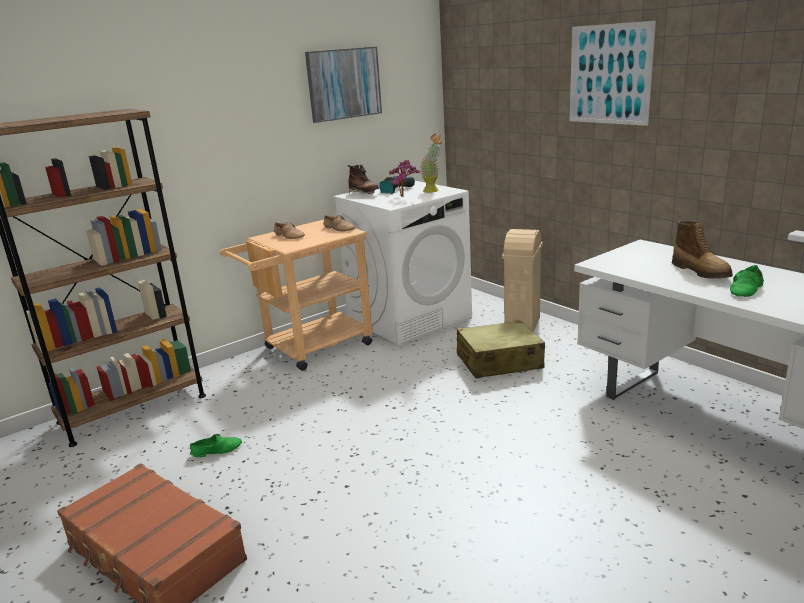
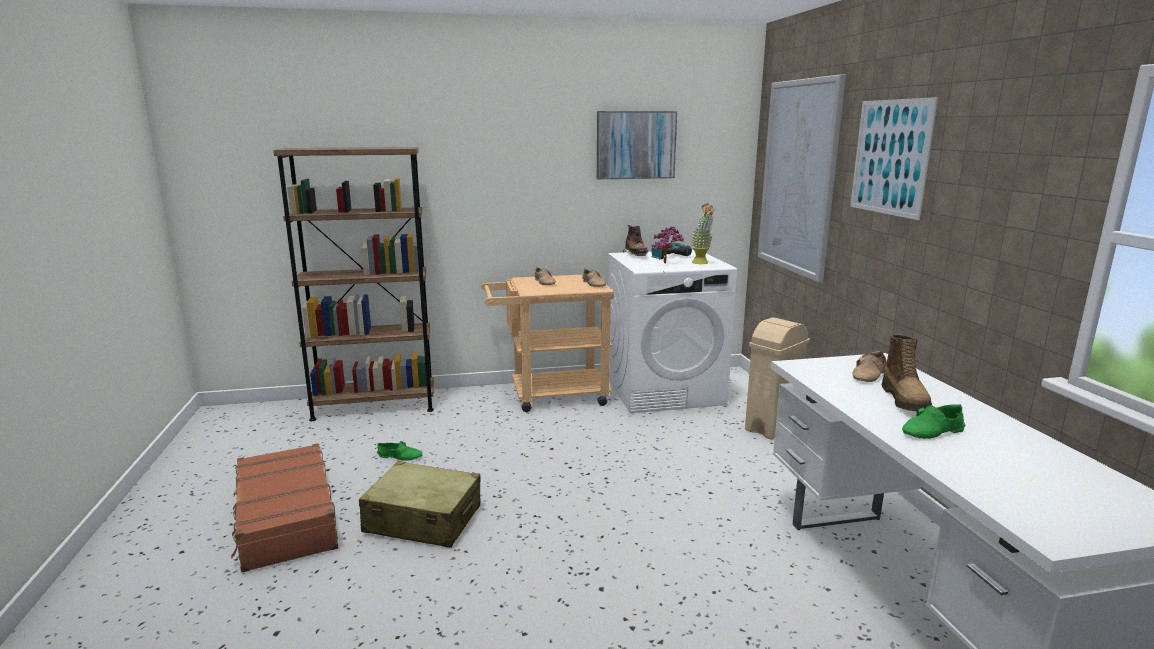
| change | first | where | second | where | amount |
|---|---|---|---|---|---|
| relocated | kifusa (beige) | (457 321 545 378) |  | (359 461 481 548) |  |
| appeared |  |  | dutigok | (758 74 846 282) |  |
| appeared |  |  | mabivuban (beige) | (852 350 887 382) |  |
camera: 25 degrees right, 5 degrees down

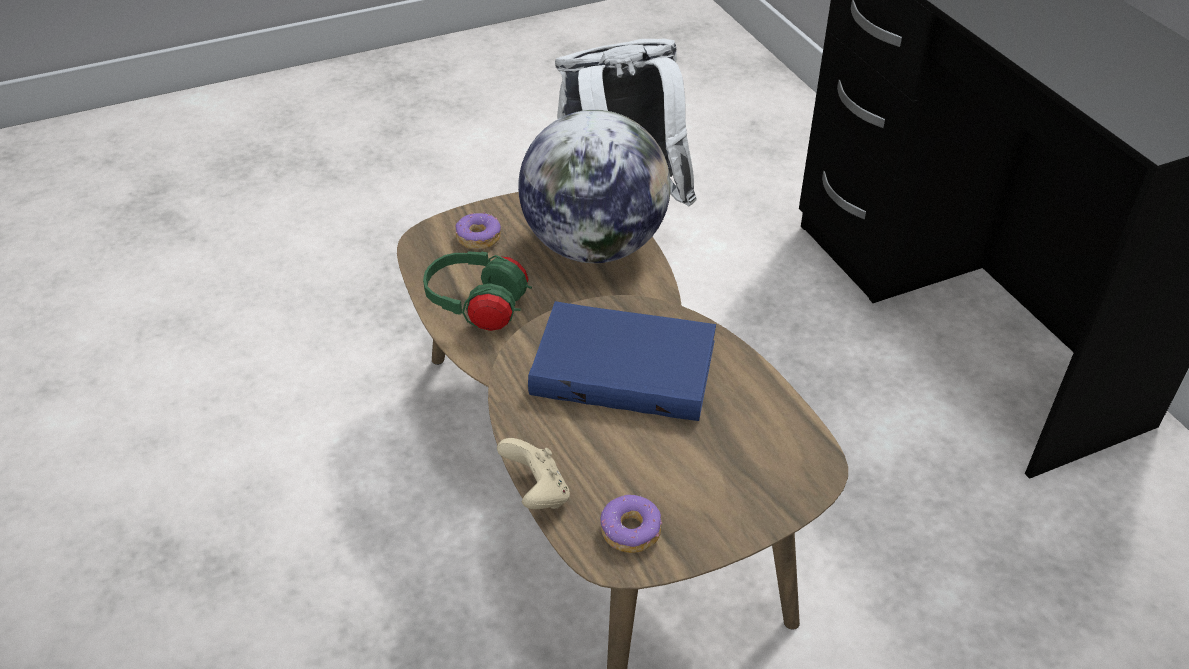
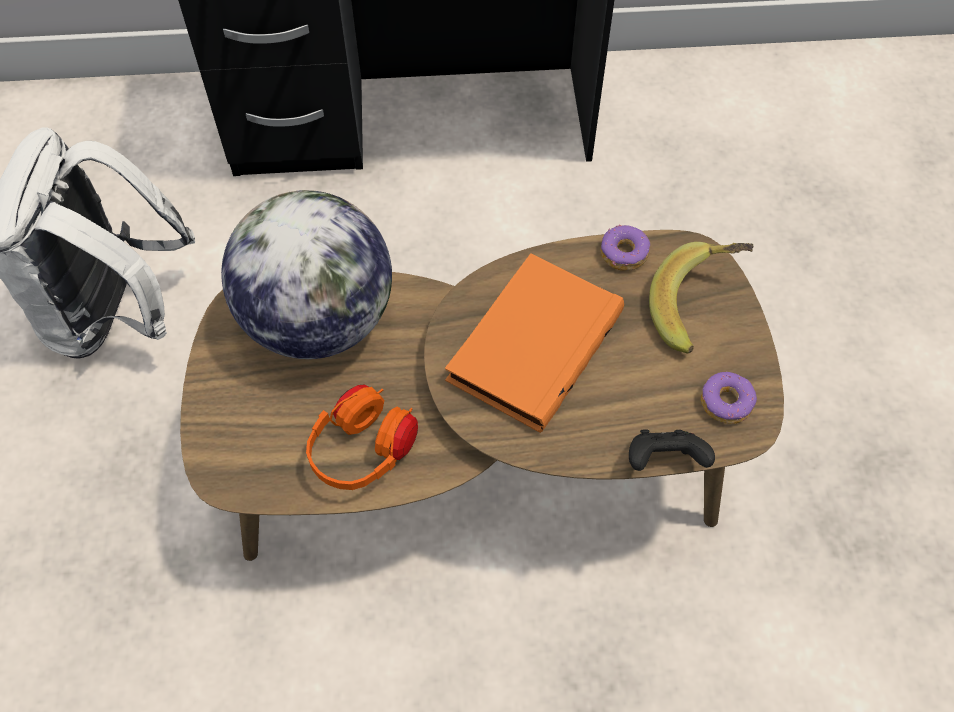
| change | first | where | second | where | amount |
|---|---|---|---|---|---|
| relocated | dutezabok | (455 212 501 250) |  | (600 225 650 271) |  |
| colour | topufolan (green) | (423 251 532 331) | topufolan (orange) | (306 384 418 490) |  |
| colour | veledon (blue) | (528 301 716 421) | veledon (orange) | (445 253 624 433) |  |
| colour | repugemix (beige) | (497 438 570 509) | repugemix (black) | (629 429 715 471) |  |
| appeared |  |  | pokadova | (649 242 753 354) |  |
camera: 70 degrees left, 15 degrees up

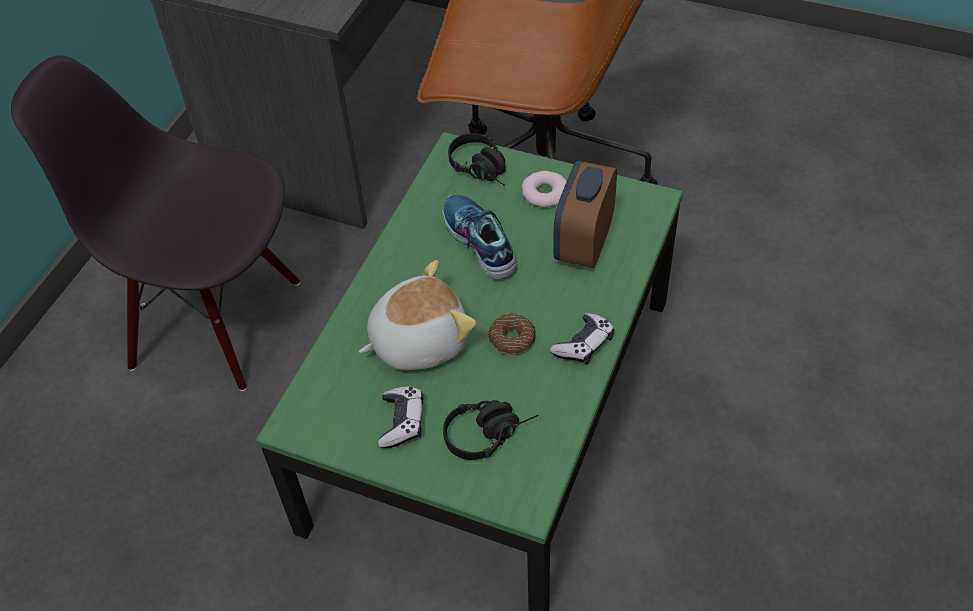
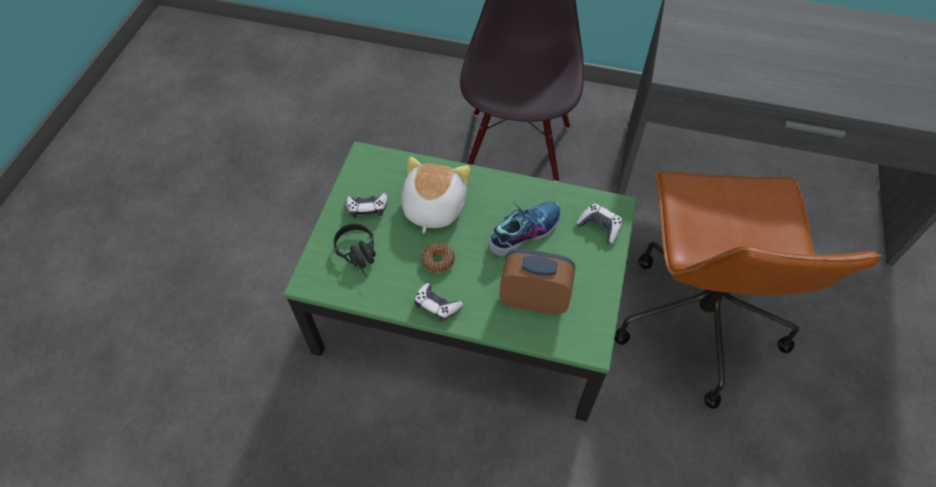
| change | first | where | second | where | amount |
|---|---|---|---|---|---|
| exchanged | topufolan (black) | (448 133 506 186) | repugemix | (576 204 622 244) |  |
| missing | dutezabok | (522 171 567 208) |  |  |  |
| spun | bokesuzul | (359 260 476 370) |  | (401 157 470 234) | 135 degrees counterclockwise |
camera: 80 degrees right, 5 degrees up

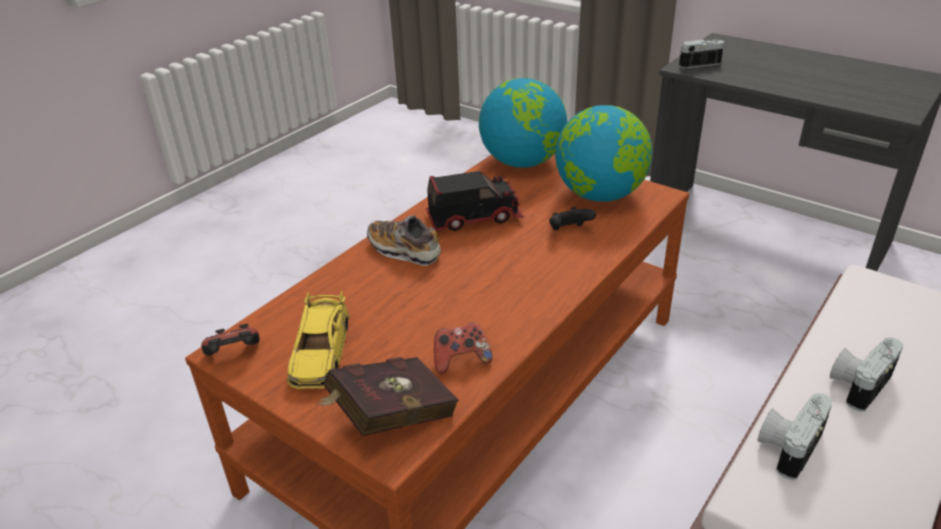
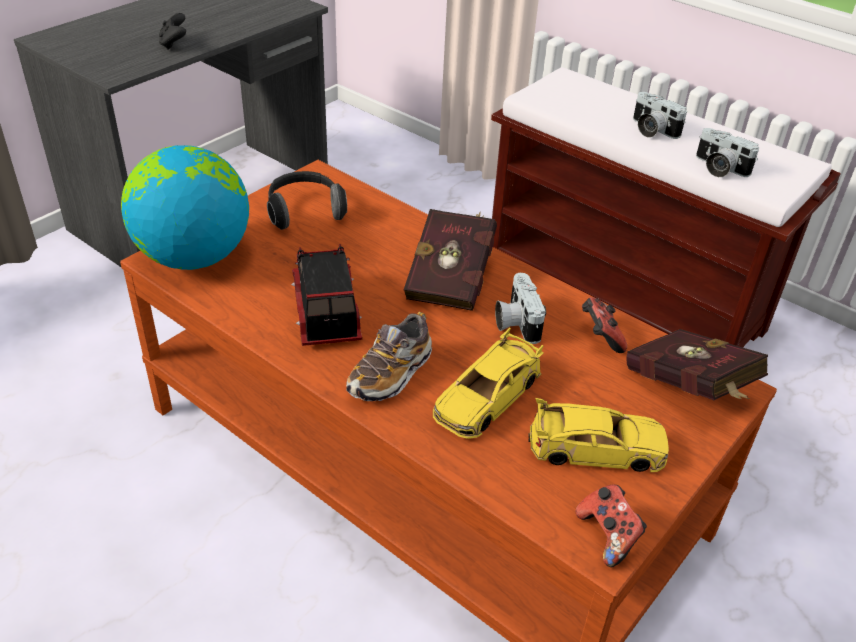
| change | first | where | second | where | amount |
|---|---|---|---|---|---|
| relocated | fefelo | (679 39 724 69) |  | (495 273 546 344) |  |
| exchanged | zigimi | (555 105 652 202) | topufolan | (267 171 347 230) |  |
| relocated | repugemix (black) | (549 207 596 230) |  | (159 13 186 50) |  |
| appeared |  |  | veledon (red) | (404 209 497 311) |  |
| appeared |  |  | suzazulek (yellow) | (433 328 543 439) |  |
camera: 90 degrees left, 5 degrees up

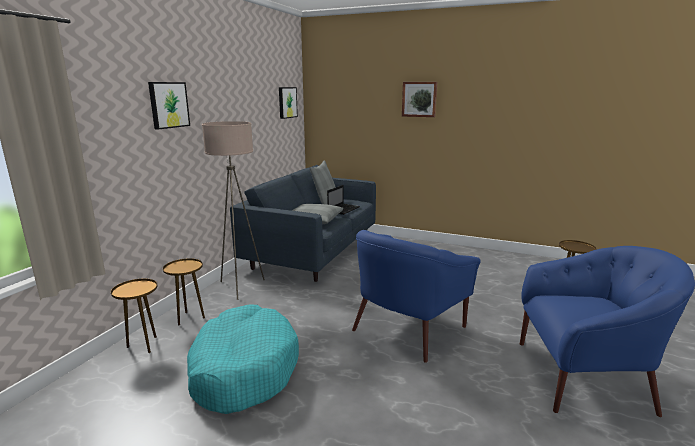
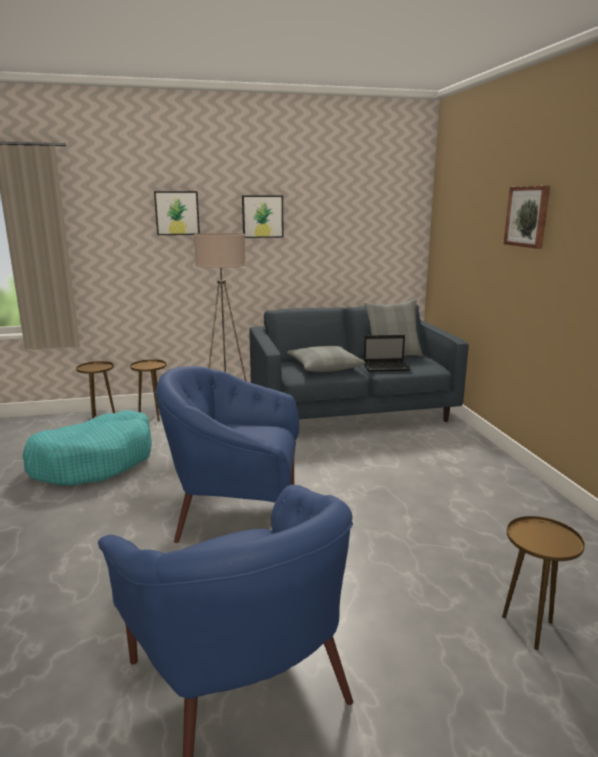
| change | first | where | second | where | amount |
|---|---|---|---|---|---|
| relocated | dutigok | (279 87 298 119) |  | (242 195 284 238) |  |
camera: 55 degrees right, 0 degrees up

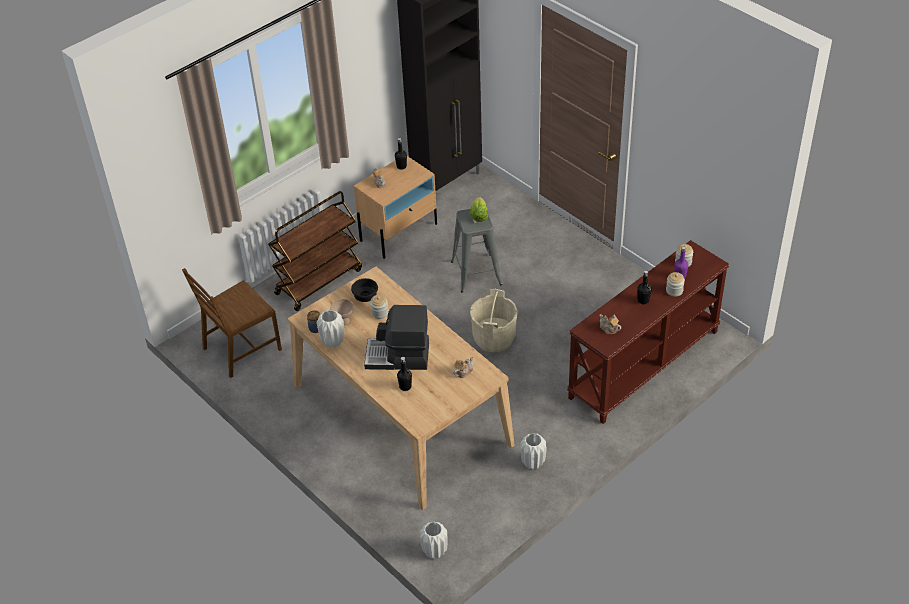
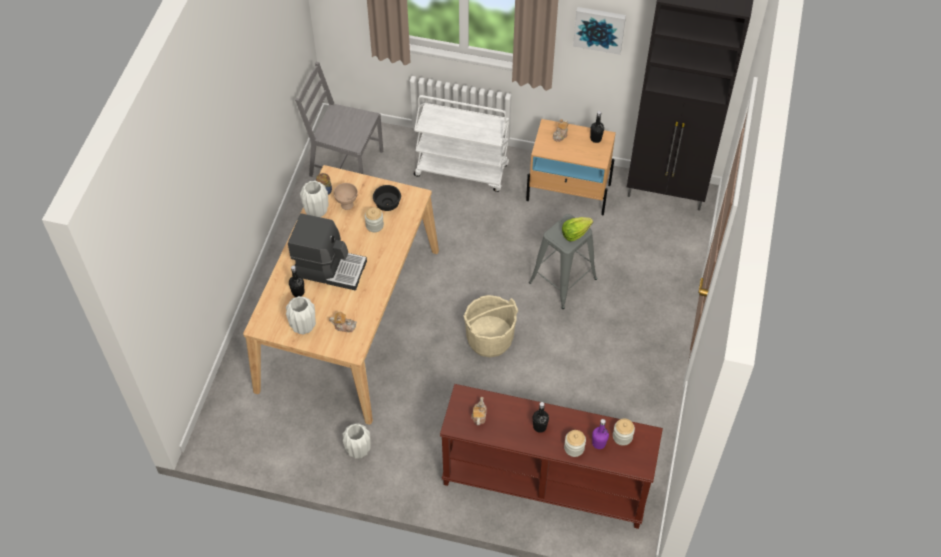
| change | first | where | second | where | amount |
|---|---|---|---|---|---|
| colour | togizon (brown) | (268 191 362 311) | togizon (white) | (414 95 509 192) |  |
| colour | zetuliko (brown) | (182 268 282 378) | zetuliko (grey) | (295 62 383 177) |  |
| spun | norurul | (364 305 429 370) |  | (288 213 367 291) | 135 degrees clockwise |
| relocated | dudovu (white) | (420 521 448 559) |  | (286 296 316 334) |  |
| appeared |  |  | dutigok | (573 7 626 55) |  |
camera: 55 degrees right, 10 degrees up

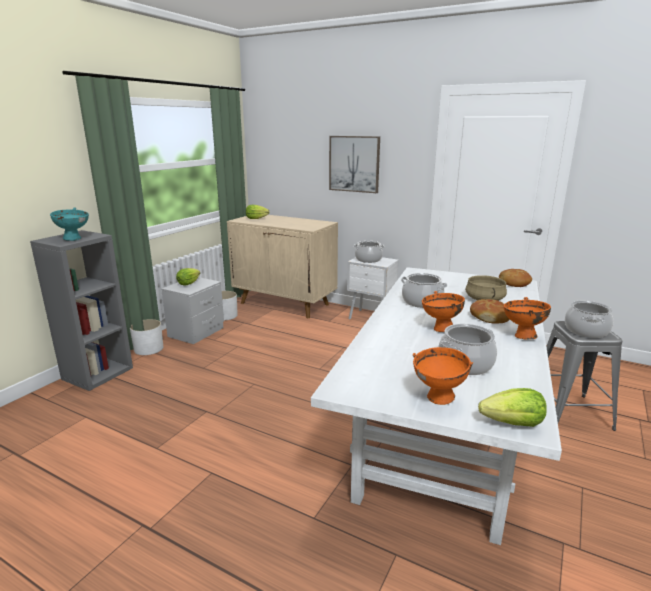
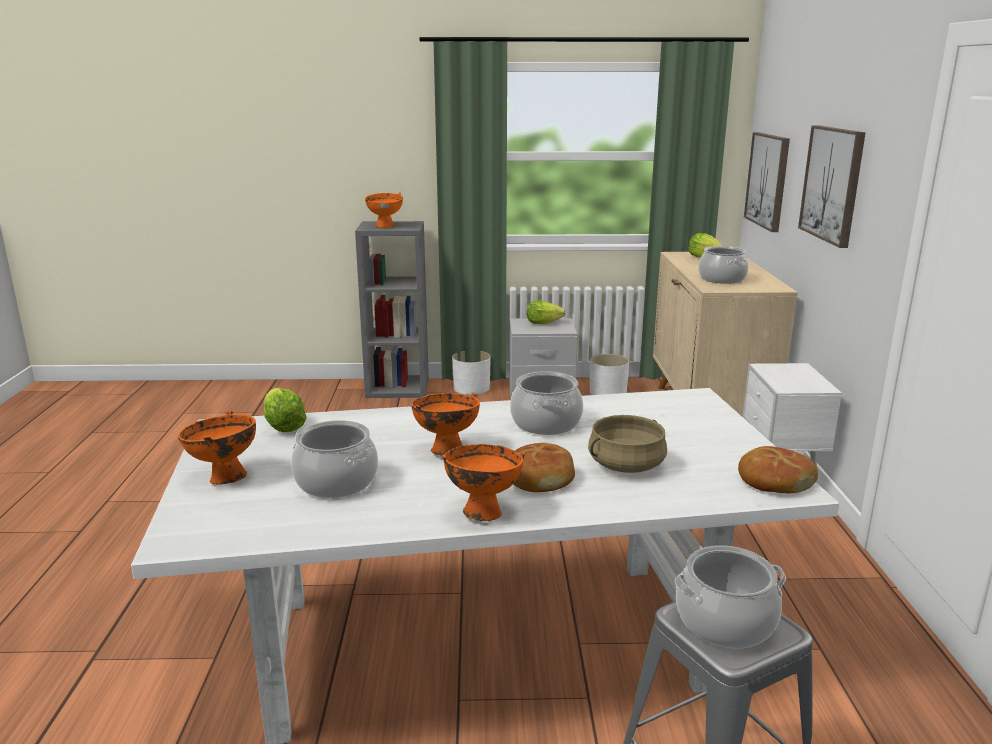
| change | first | where | second | where | amount |
|---|---|---|---|---|---|
| colour | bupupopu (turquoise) | (50 207 89 241) | bupupopu (orange) | (365 192 403 228) |  |
| relocated | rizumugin | (354 241 385 263) |  | (698 246 749 284) |  |
| relocated | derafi | (478 388 547 427) |  | (264 388 307 432) |  |
| appeared |  |  | dutigok | (744 132 790 232) |  |
camera: 60 degrees right, 0 degrees up

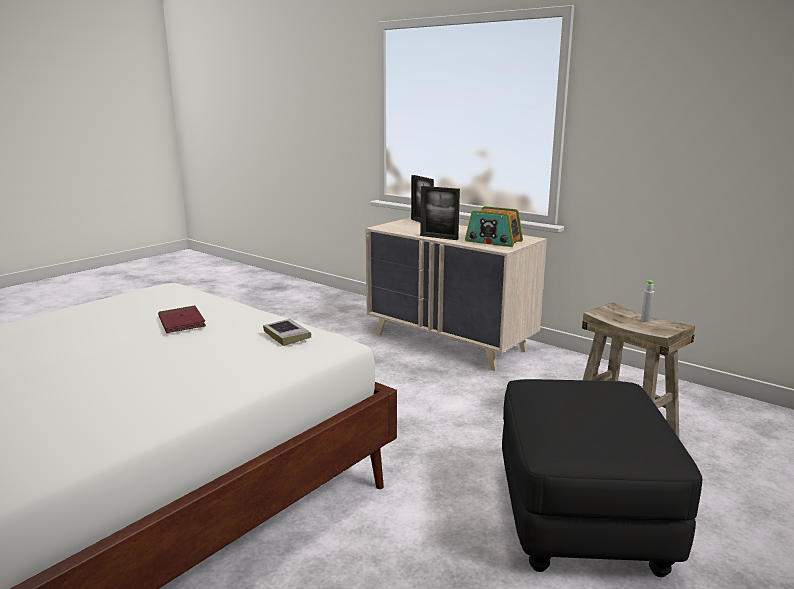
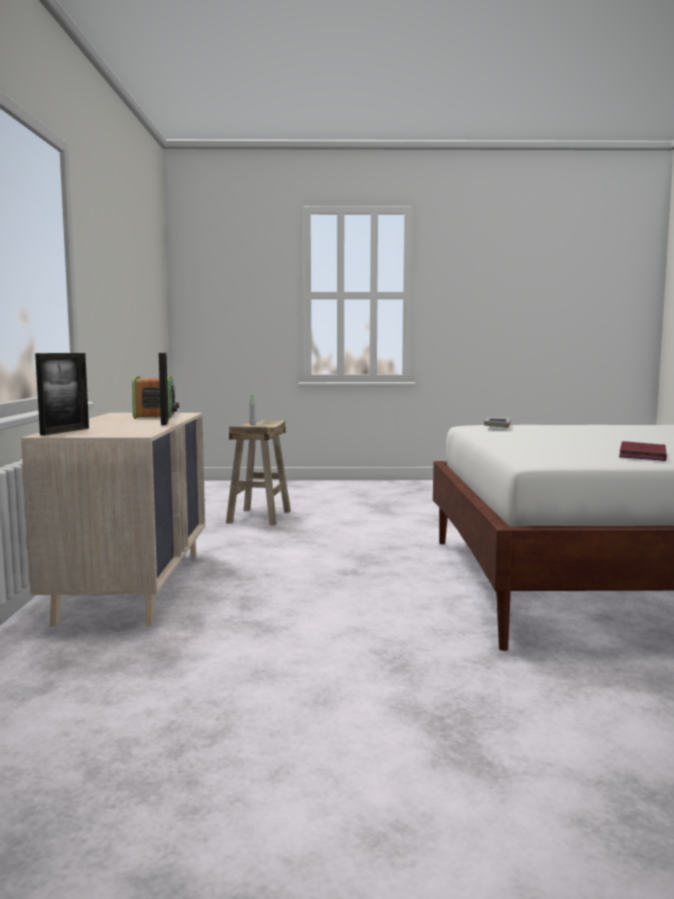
| change | first | where | second | where | amount |
|---|---|---|---|---|---|
| relocated | veledon (red) | (158 306 206 333) |  | (619 441 667 461) |  |
| missing | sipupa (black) | (502 379 702 577) |  |  |  |
camera: 130 degrees left, 10 degrees down

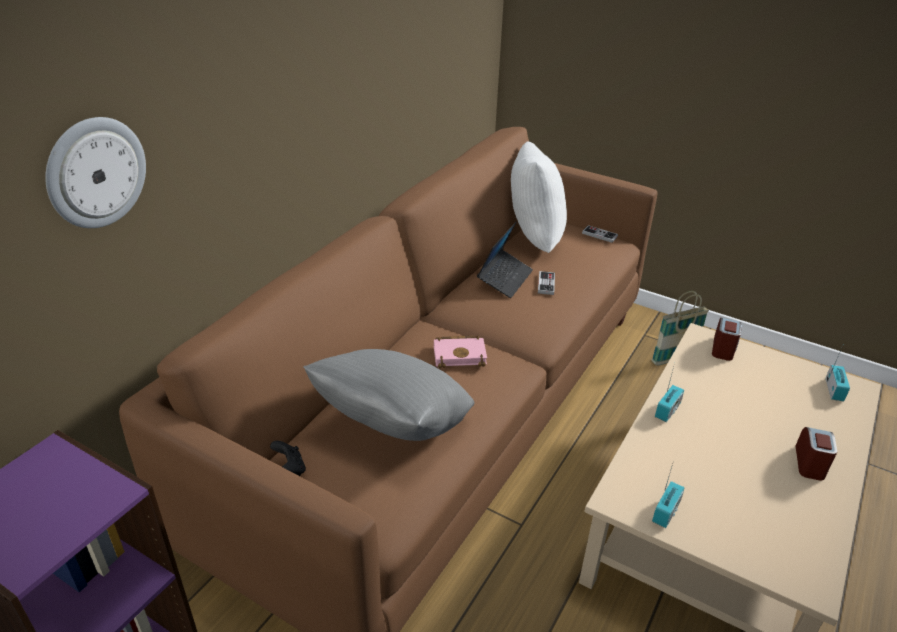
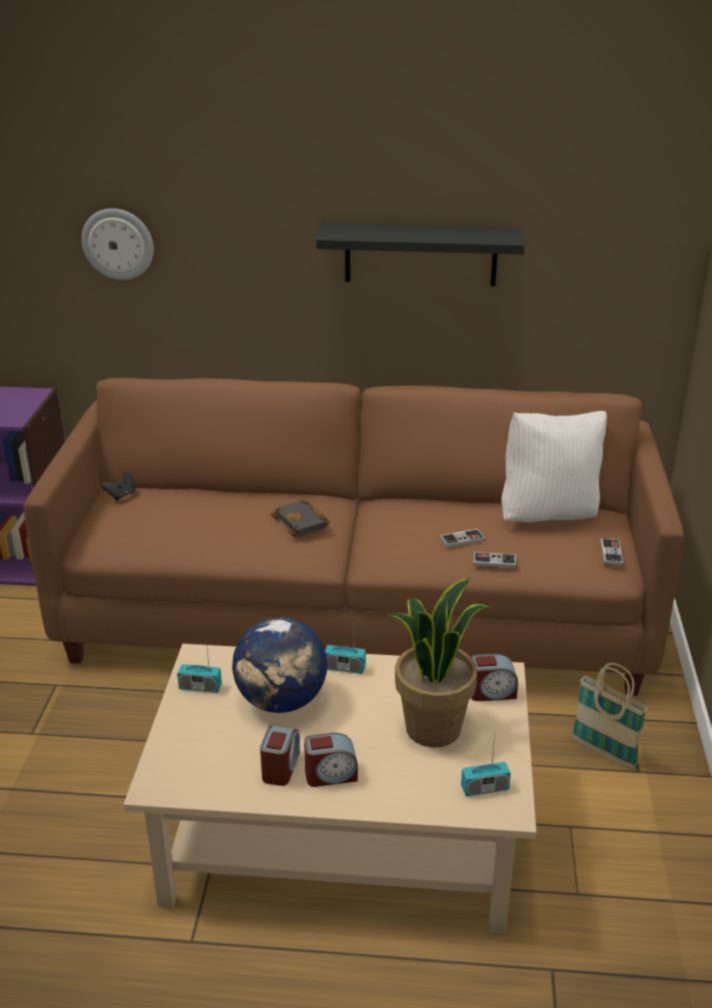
| change | first | where | second | where | amount |
|---|---|---|---|---|---|
| missing | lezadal | (477 222 533 298) |  |  |  |
| colour | veledon (pink) | (434 336 487 368) | veledon (black) | (271 500 330 537) |  |
| missing | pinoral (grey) | (303 349 475 441) |  |  |  |
| appeared |  |  | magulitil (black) | (316 223 525 286) |  |
| appeared |  |  | repugemix | (473 552 516 568) |  |
| appeared |  |  | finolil | (387 578 491 748) |  |
| appeared |  |  | zigimi | (232 617 327 713) |  |
| appeared |  |  | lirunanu | (260 725 300 786) |  |
camera: 65 degrees right, 5 degrees down

